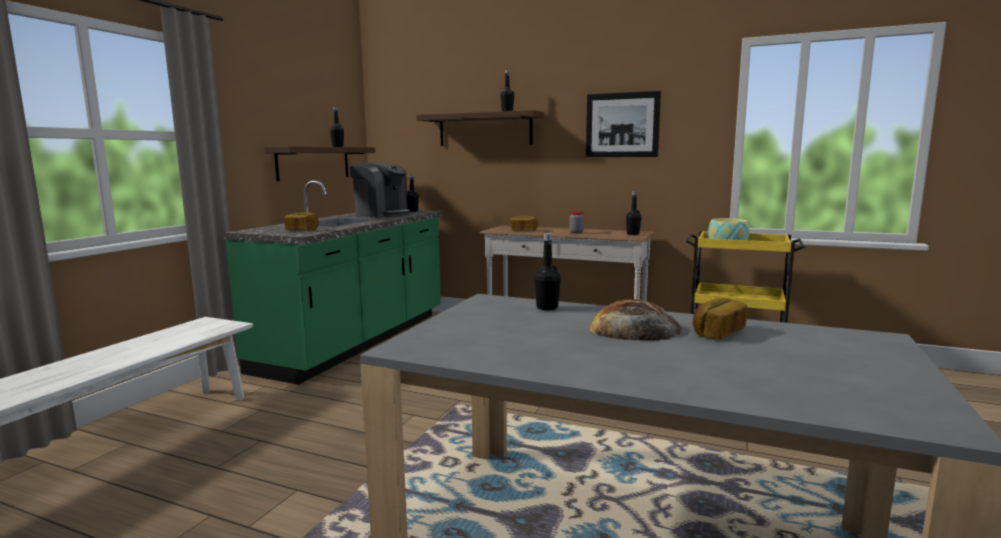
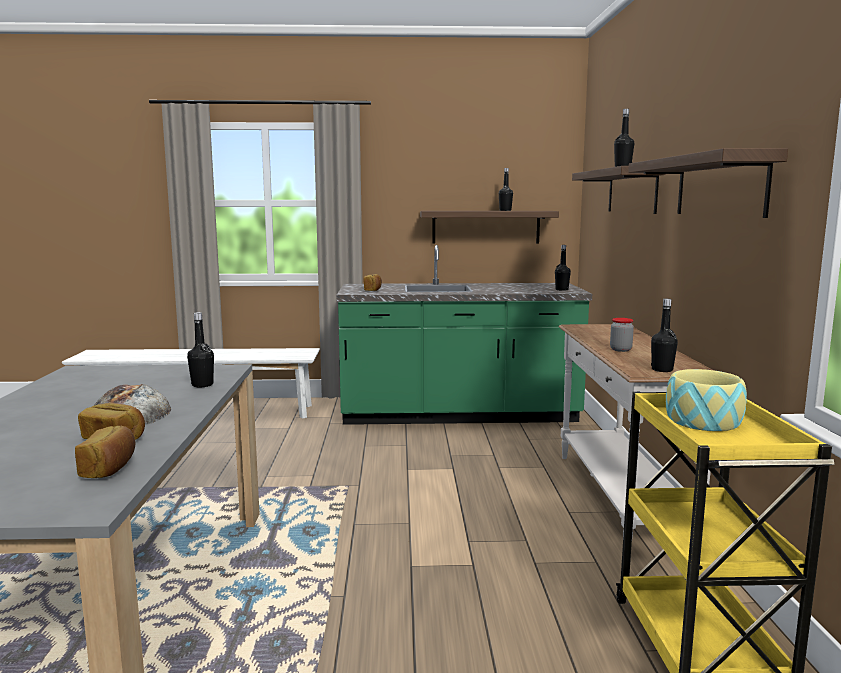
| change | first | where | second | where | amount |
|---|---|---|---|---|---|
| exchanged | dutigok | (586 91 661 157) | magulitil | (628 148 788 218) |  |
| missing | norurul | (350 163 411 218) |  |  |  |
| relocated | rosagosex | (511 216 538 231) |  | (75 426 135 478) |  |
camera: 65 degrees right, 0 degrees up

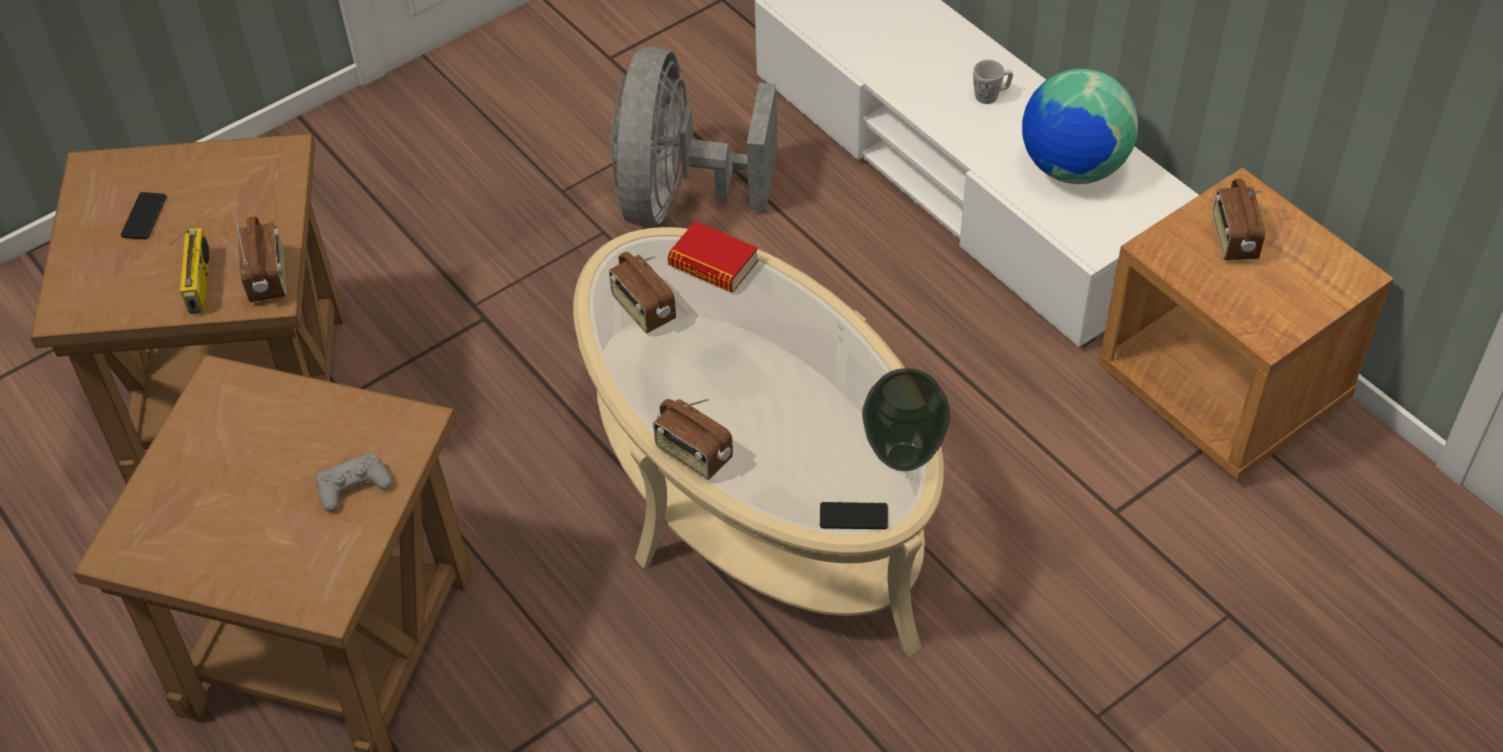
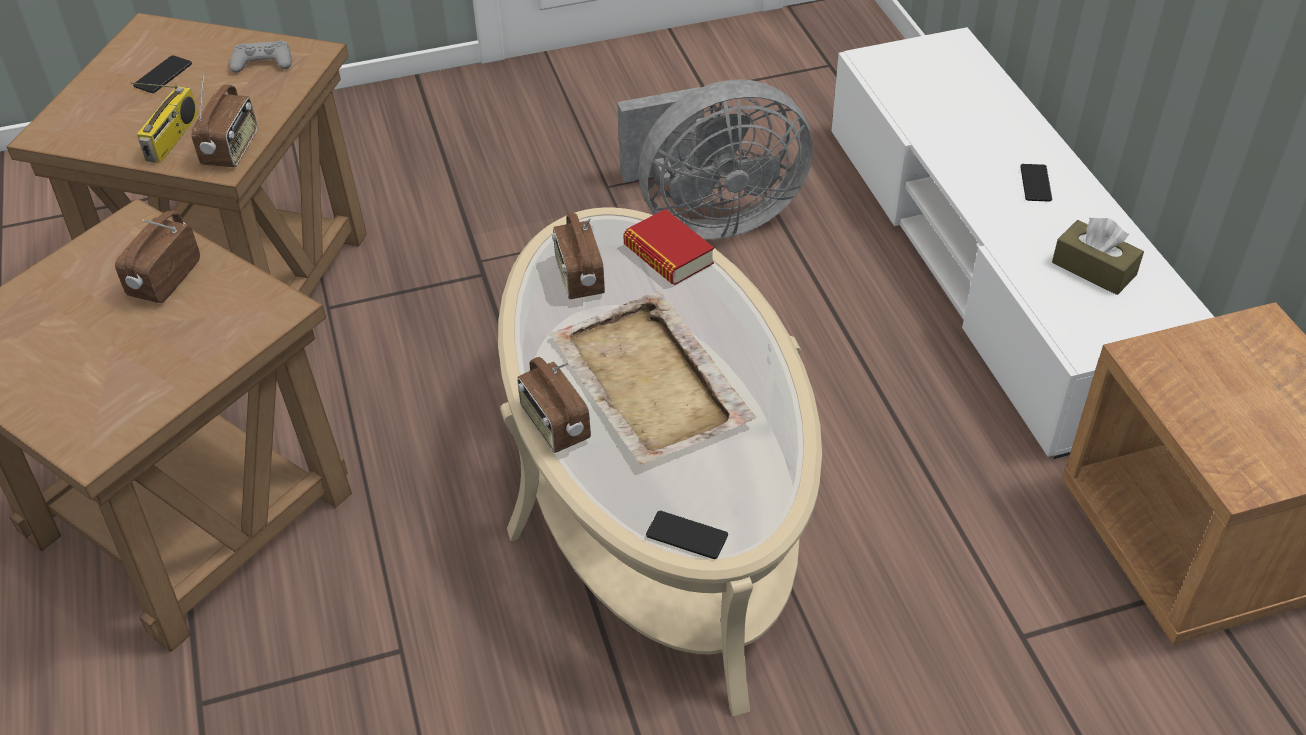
| change | first | where | second | where | amount |
|---|---|---|---|---|---|
| spun | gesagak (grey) | (610 46 777 226) |  | (617 79 813 239) | 135 degrees counterclockwise |
| exchanged | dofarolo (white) | (973 60 1013 104) | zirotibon | (1020 164 1052 202) |  |
| exchanged | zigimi | (1022 69 1138 184) | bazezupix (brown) | (1052 217 1144 295) |  |
| relocated | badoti | (1212 179 1265 260) |  | (115 211 200 303) |  |
| missing | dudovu | (862 368 951 471) |  |  |  |
| relocated | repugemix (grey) | (317 453 392 511) |  | (230 41 292 73) |  |
| appeared |  |  | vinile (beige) | (549 291 756 465) |  |
camera: 20 degrees right, 5 degrees down

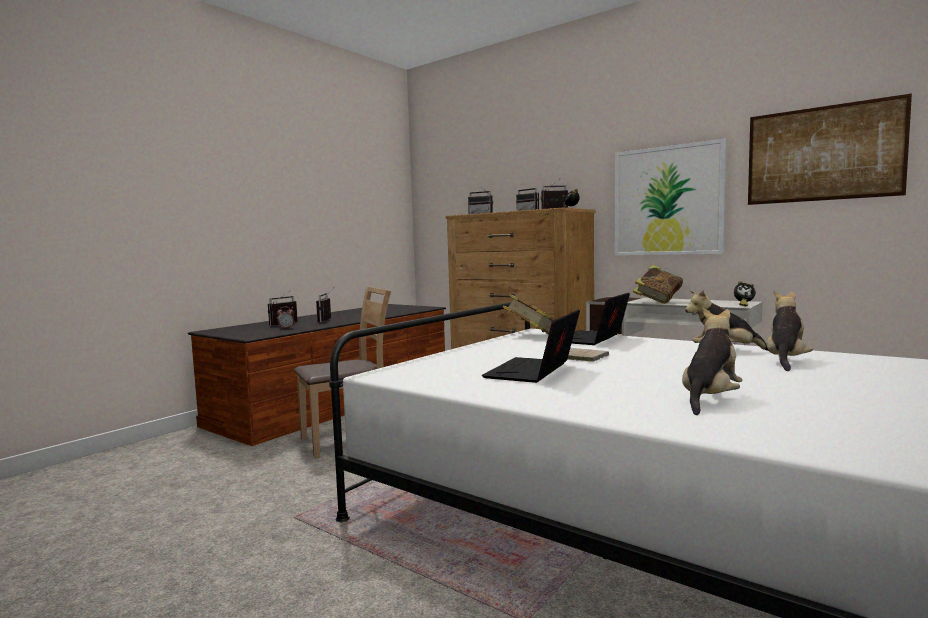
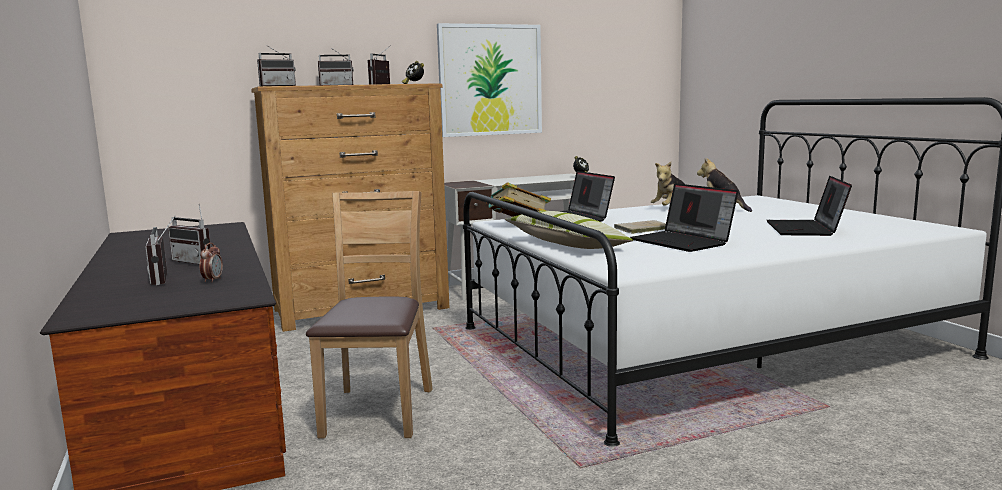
| change | first | where | second | where | amount |
|---|---|---|---|---|---|
| missing | dutigok | (748 93 912 205) |  |  |  |
| missing | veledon | (633 265 683 304) |  |  |  |
| exchanged | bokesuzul | (682 308 743 415) | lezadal | (767 176 852 236) |  |
| appeared |  |  | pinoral | (505 211 633 249) |  |
camera: 60 degrees left, 5 degrees up

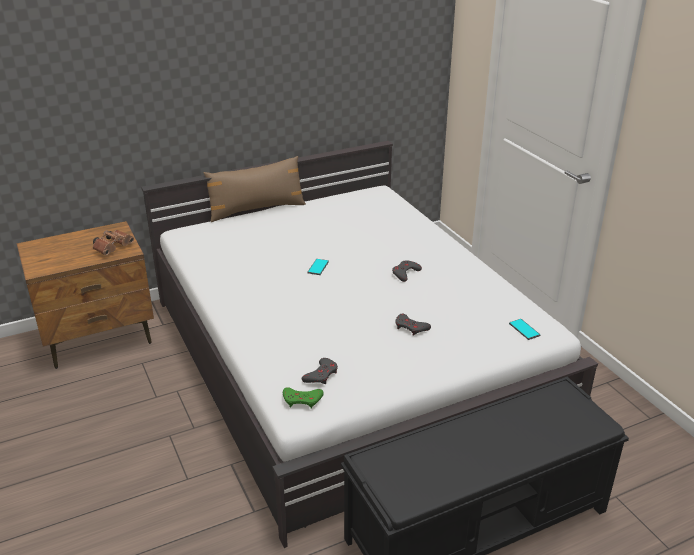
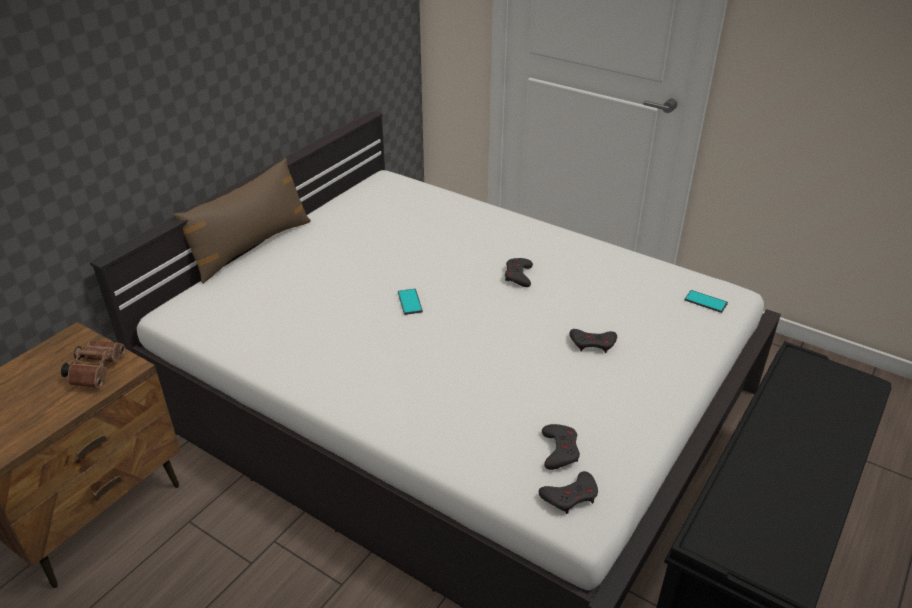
| change | first | where | second | where | amount |
|---|---|---|---|---|---|
| colour | repugemix (green) | (283 387 324 409) | repugemix (grey) | (539 471 598 514) |  |
camera: 30 degrees left, 5 degrees up

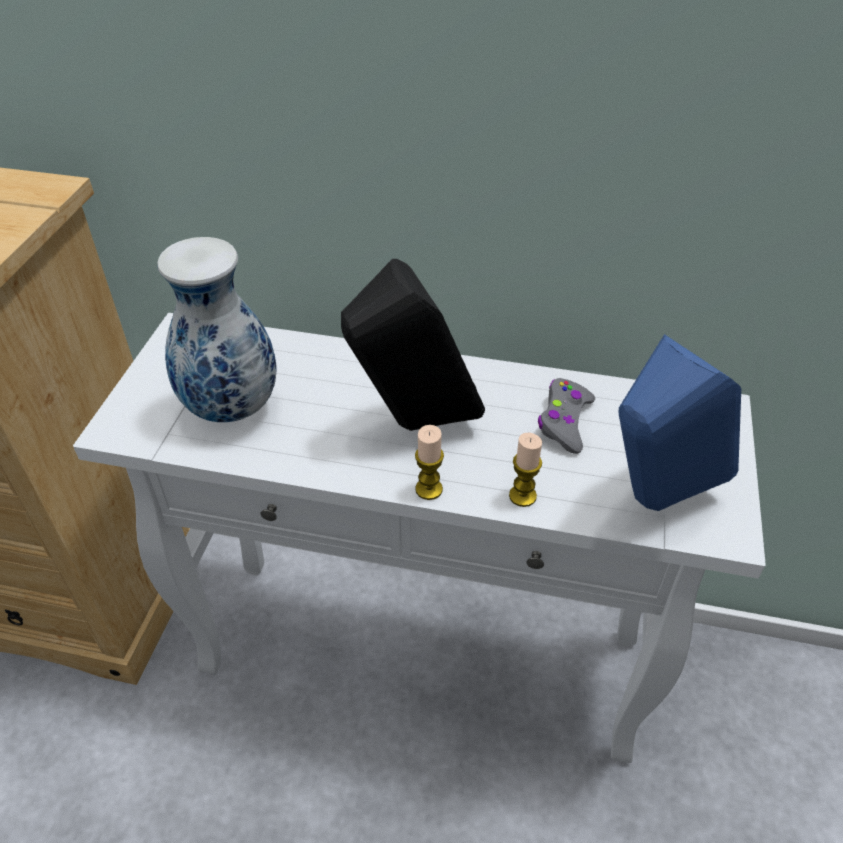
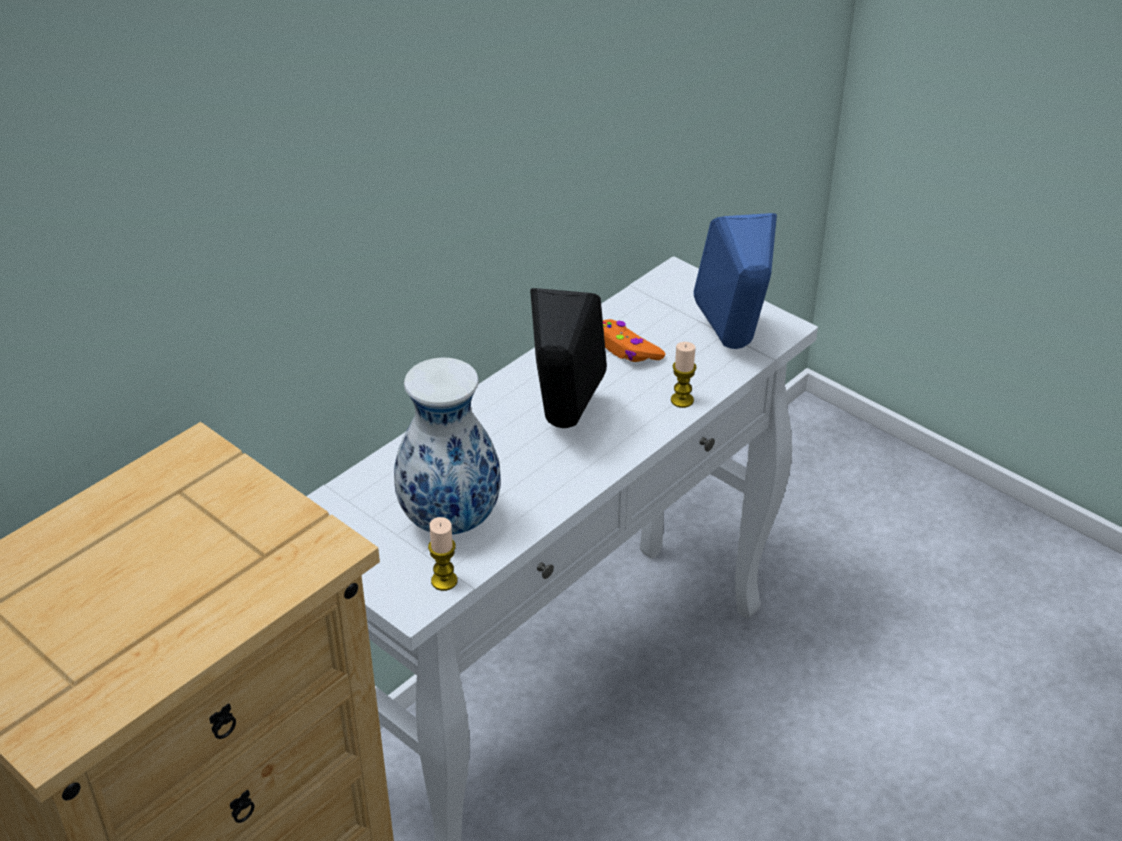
| change | first | where | second | where | amount |
|---|---|---|---|---|---|
| colour | repugemix (grey) | (538 378 595 454) | repugemix (orange) | (603 319 666 362) |  |
| relocated | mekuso | (415 425 444 500) |  | (428 517 458 591) |  |
camera: 60 degrees left, 5 degrees down

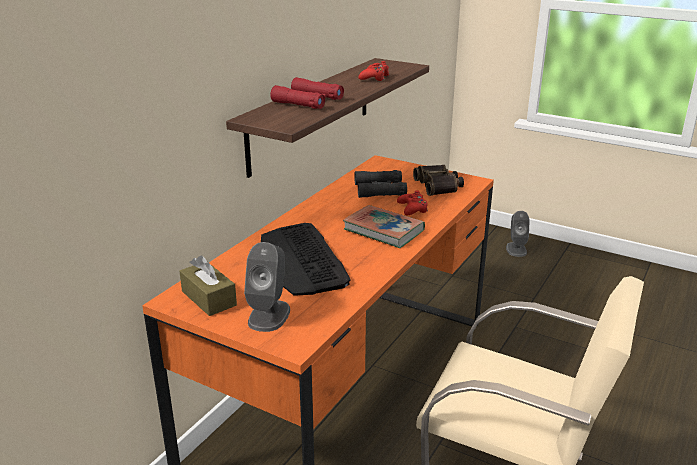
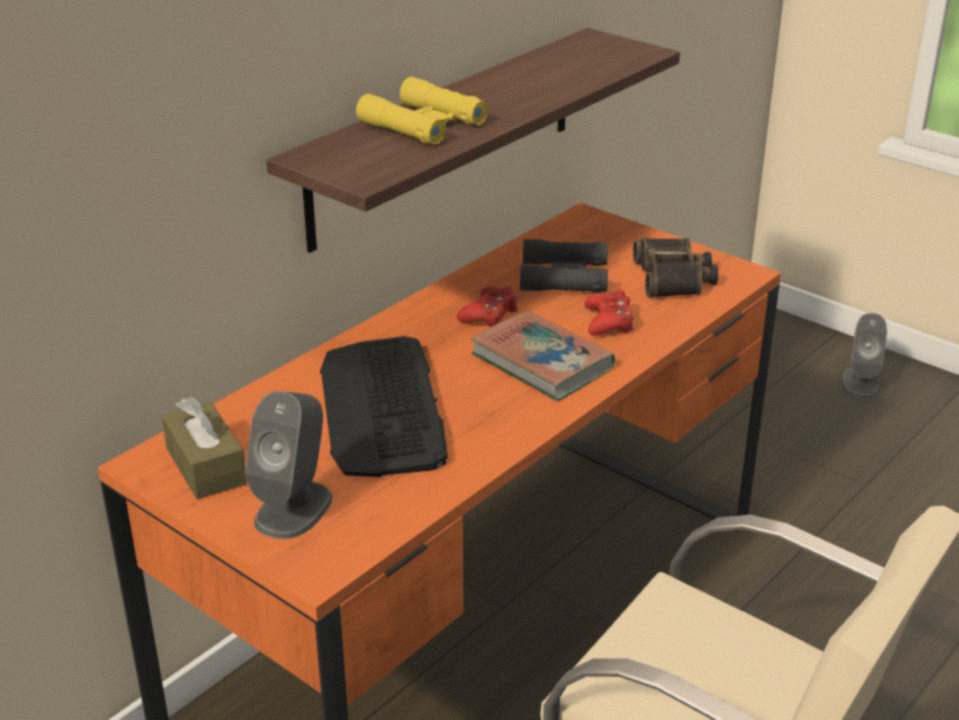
| change | first | where | second | where | amount |
|---|---|---|---|---|---|
| relocated | repugemix (red) | (358 61 389 81) |  | (456 286 518 327) |  |
| colour | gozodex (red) | (270 77 344 109) | gozodex (yellow) | (356 77 488 144) |  |
camera: 10 degrees right, 5 degrees up

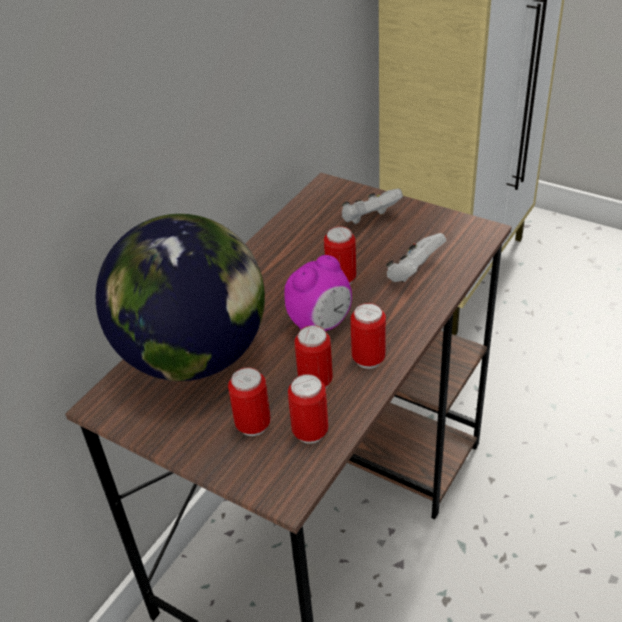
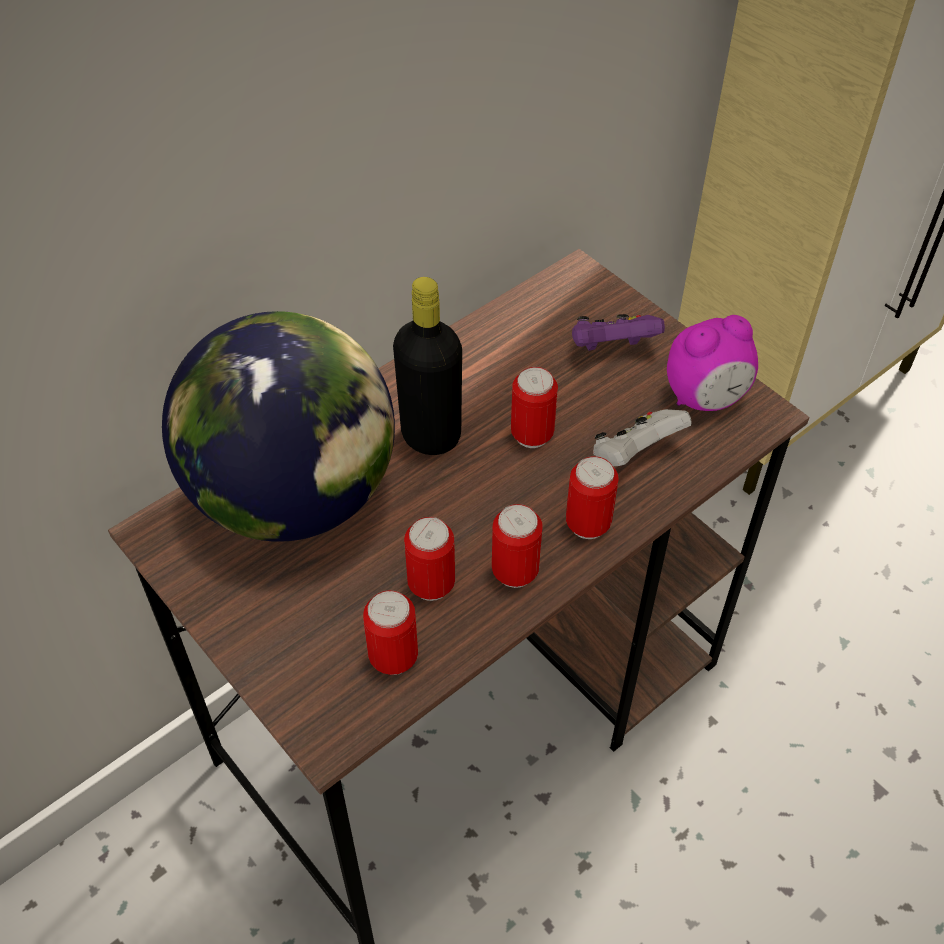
| change | first | where | second | where | amount |
|---|---|---|---|---|---|
| colour | repugemix (white) | (342 189 403 224) | repugemix (purple) | (572 314 665 351) |  |
| relocated | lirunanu | (284 255 352 331) |  | (667 315 758 411) |  |
| relocated | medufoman | (228 367 271 436) |  | (566 456 619 539) |  |
| appeared |  |  | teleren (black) | (393 277 462 455) |  |
camera: 15 degrees right, 10 degrees up

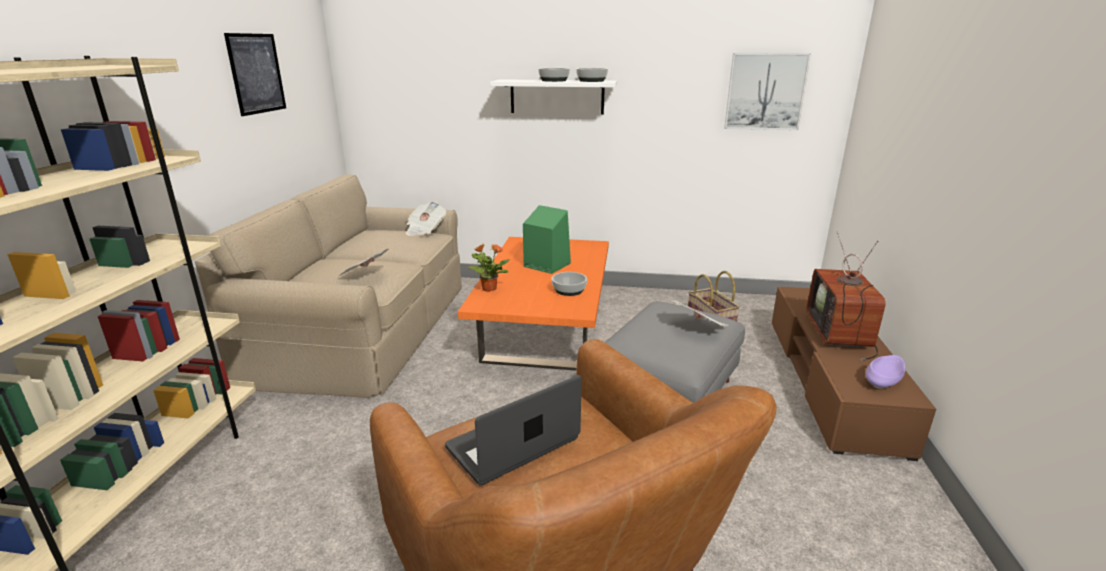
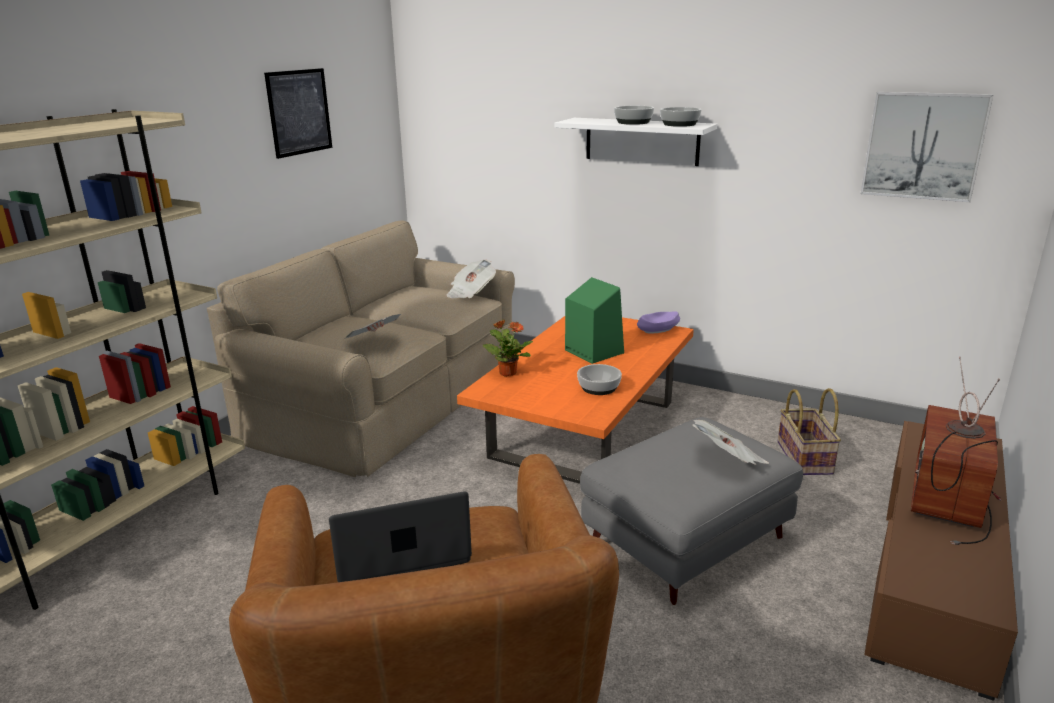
| change | first | where | second | where | amount |
|---|---|---|---|---|---|
| relocated | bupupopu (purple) | (866 355 905 389) |  | (637 311 680 333) |  |
camera: 20 degrees right, 0 degrees up

